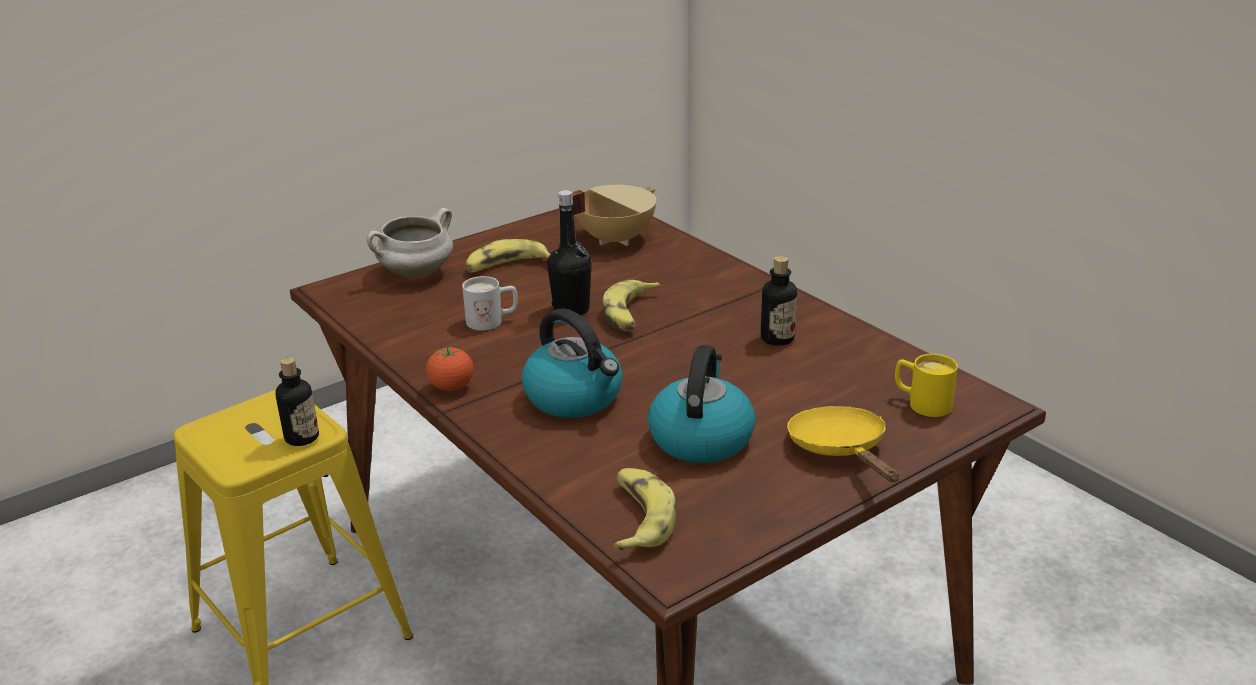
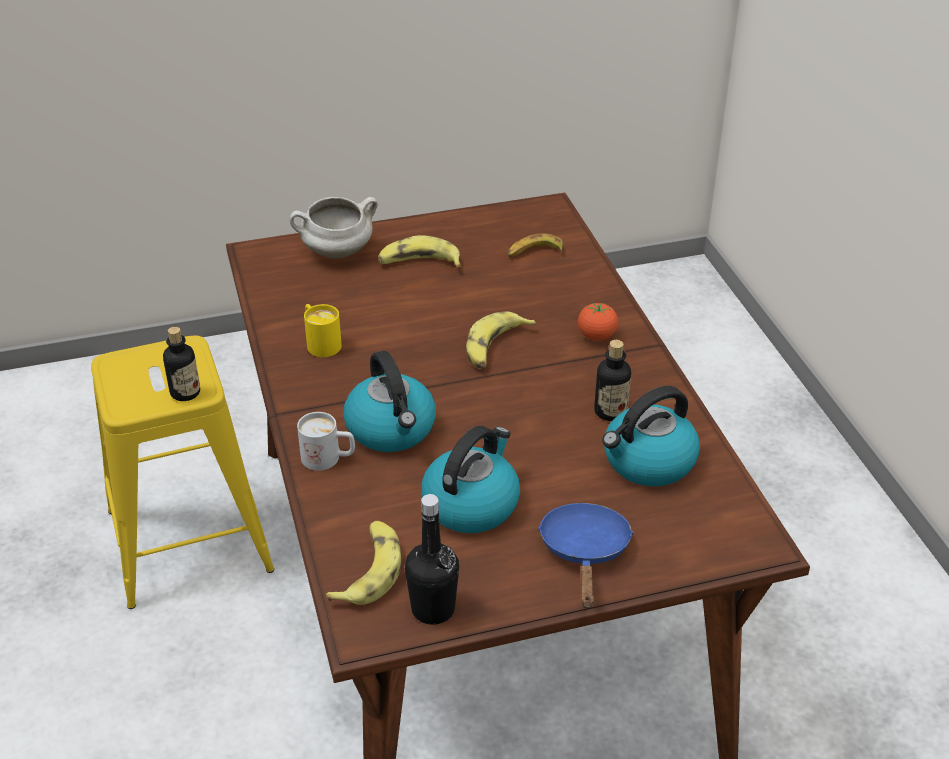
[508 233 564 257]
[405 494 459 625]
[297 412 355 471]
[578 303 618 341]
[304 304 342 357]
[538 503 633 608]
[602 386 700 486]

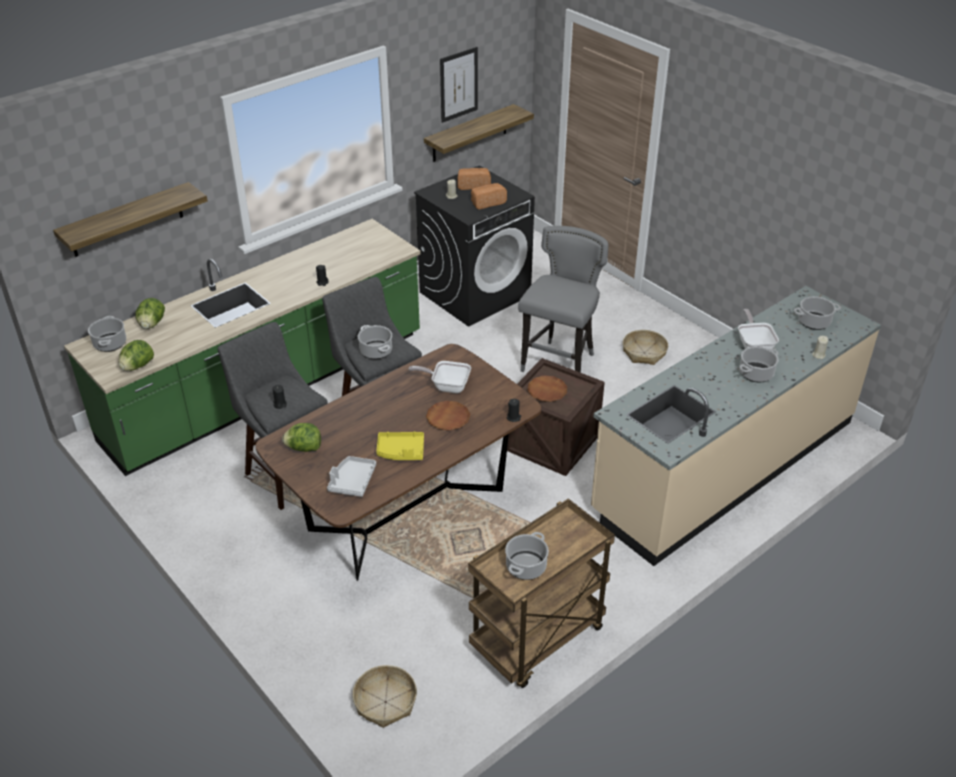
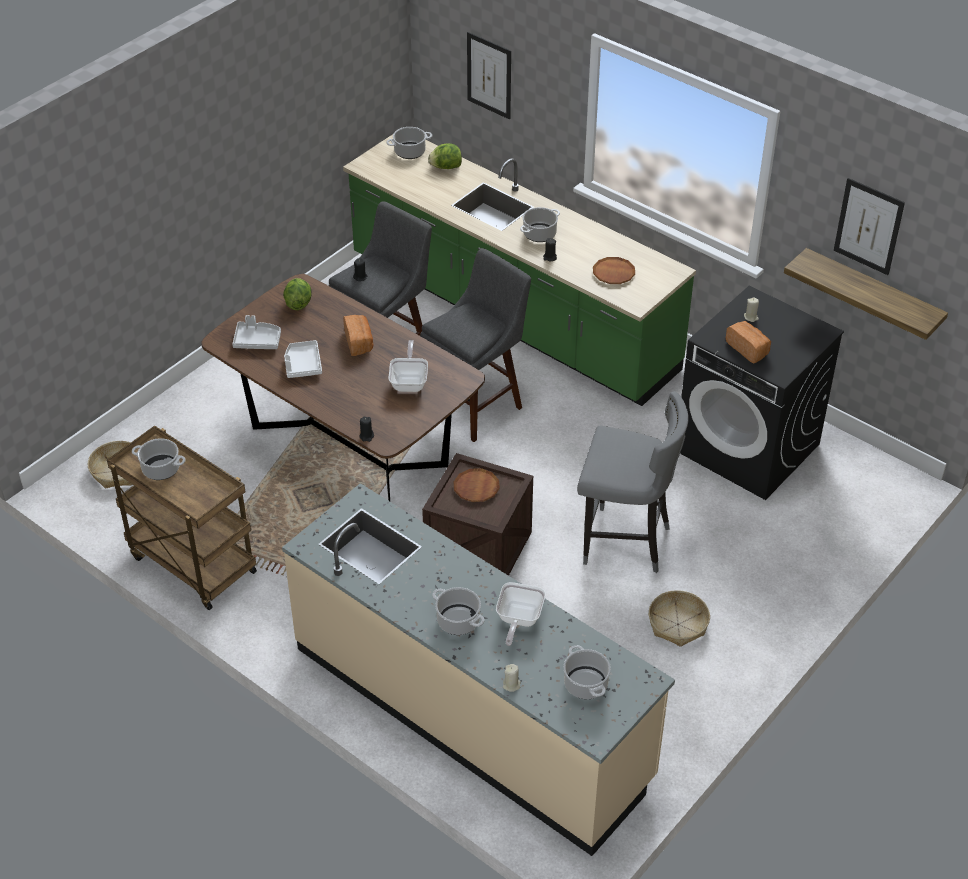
[343 315 373 356]
[467 32 511 119]
[496 582 546 646]
[520 207 560 242]
[118 340 154 371] (first image)
[593 257 635 284]
[284 340 322 378]

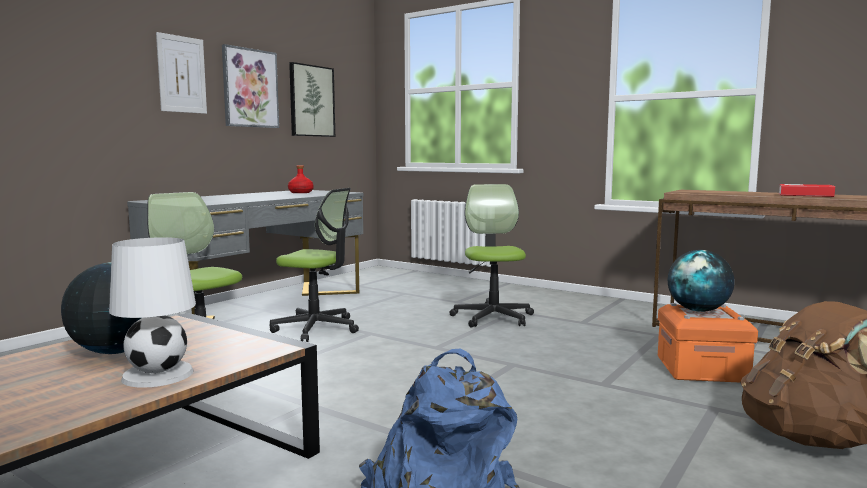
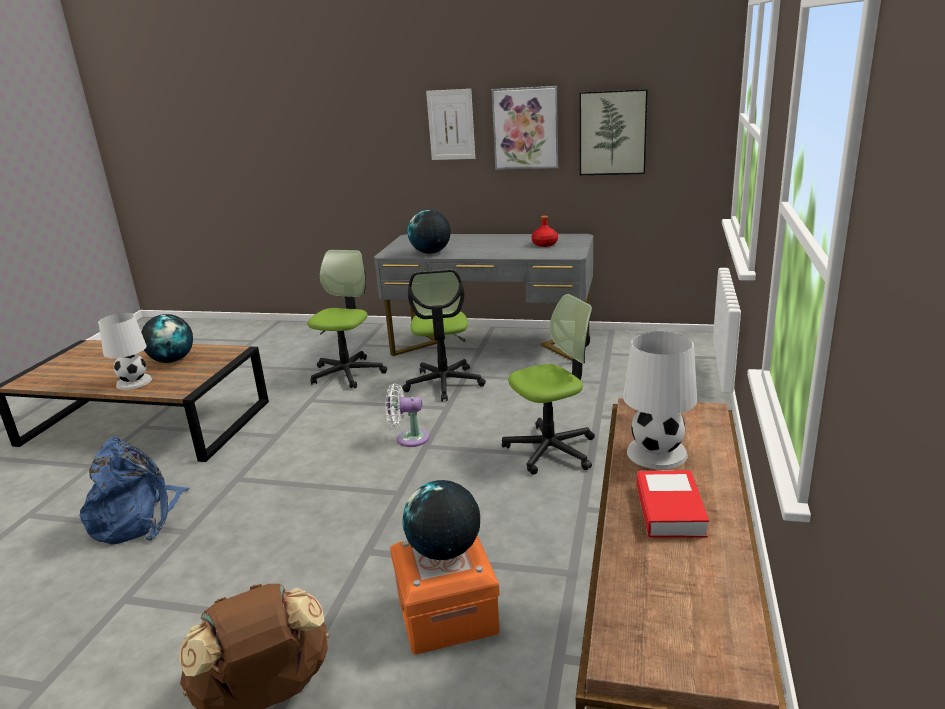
[408 210 451 254]
[623 331 697 469]
[385 383 429 447]

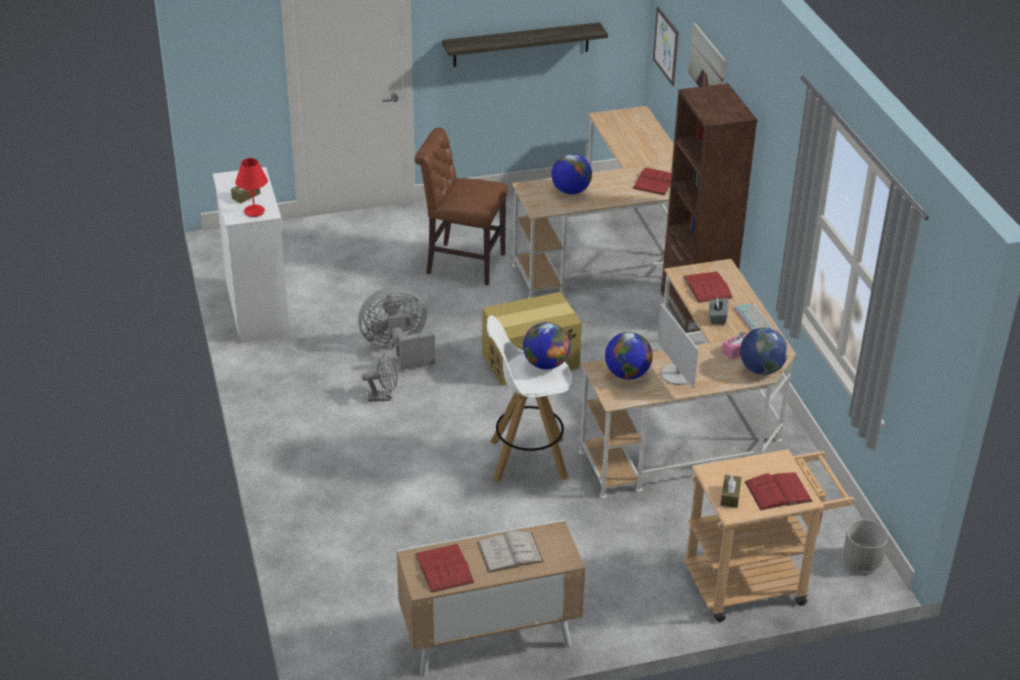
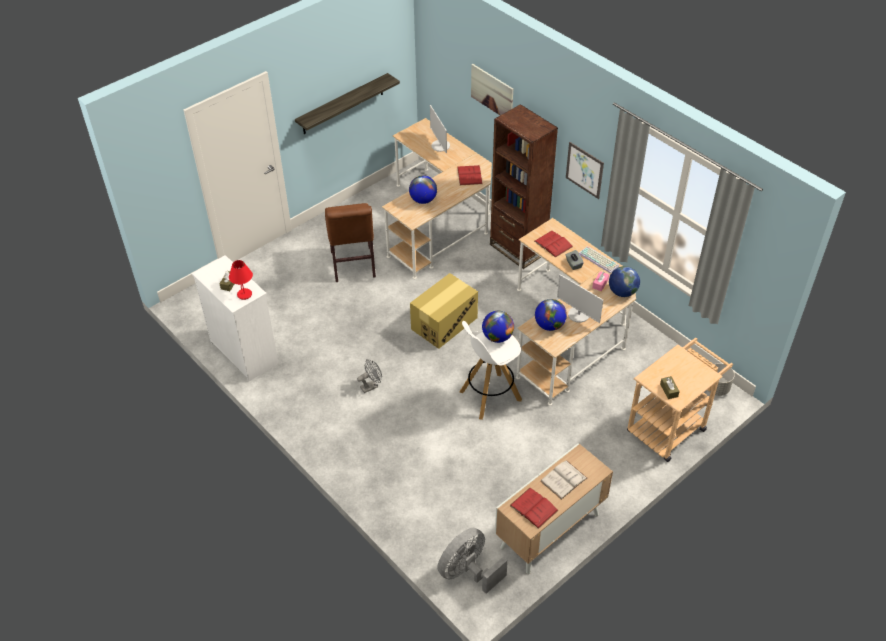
[566 142 604 199]
[325 203 376 282]
[437 528 508 594]
[745 472 813 511] (first image)
[430 105 450 153]

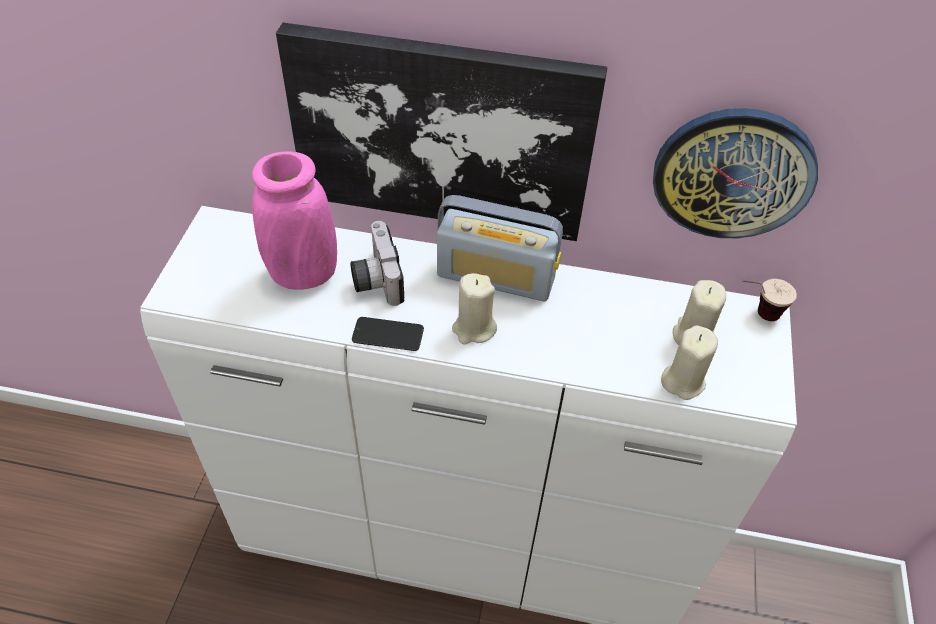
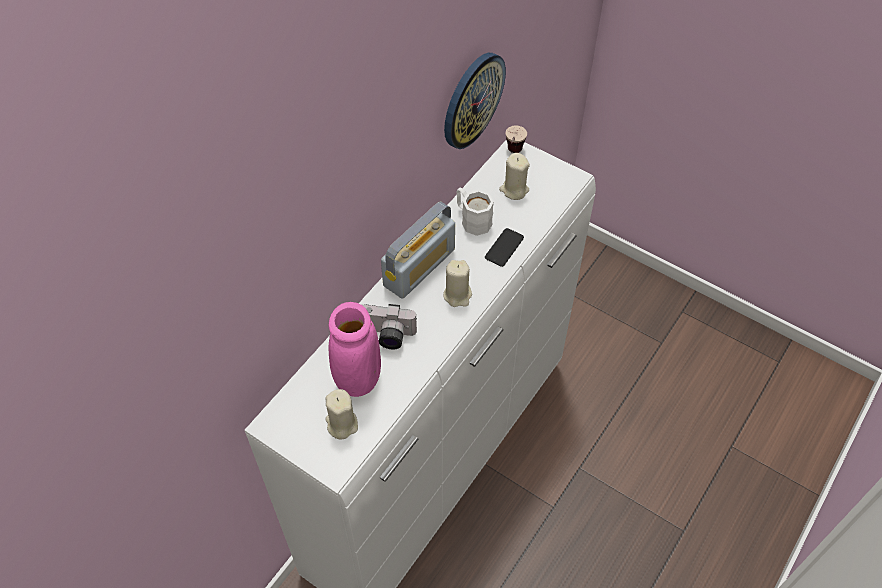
[276 23 607 241] (first image)
[485 228 524 267]
[325 389 358 439]
[457 188 494 236]

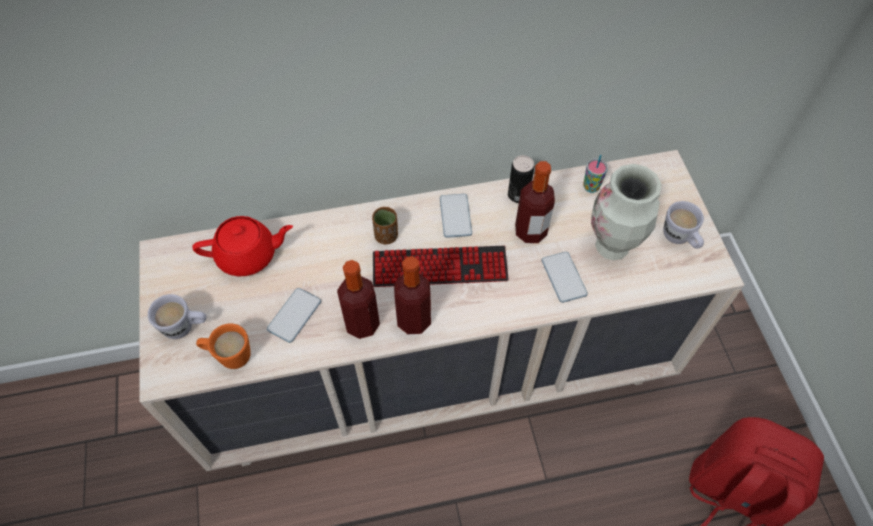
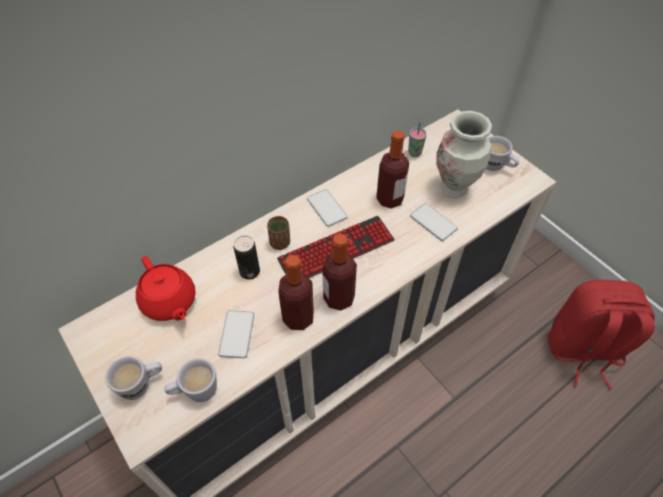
[234 235 260 280]
[136 256 196 321]
[164 358 217 402]

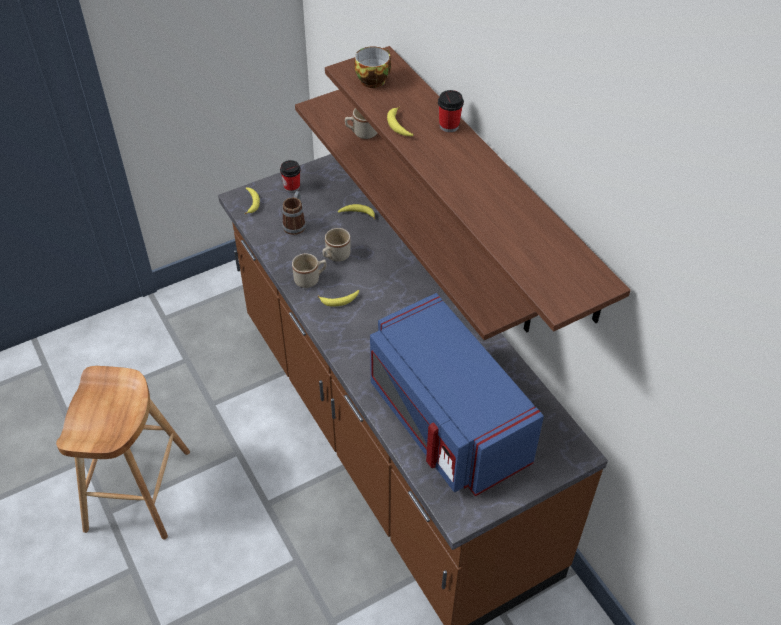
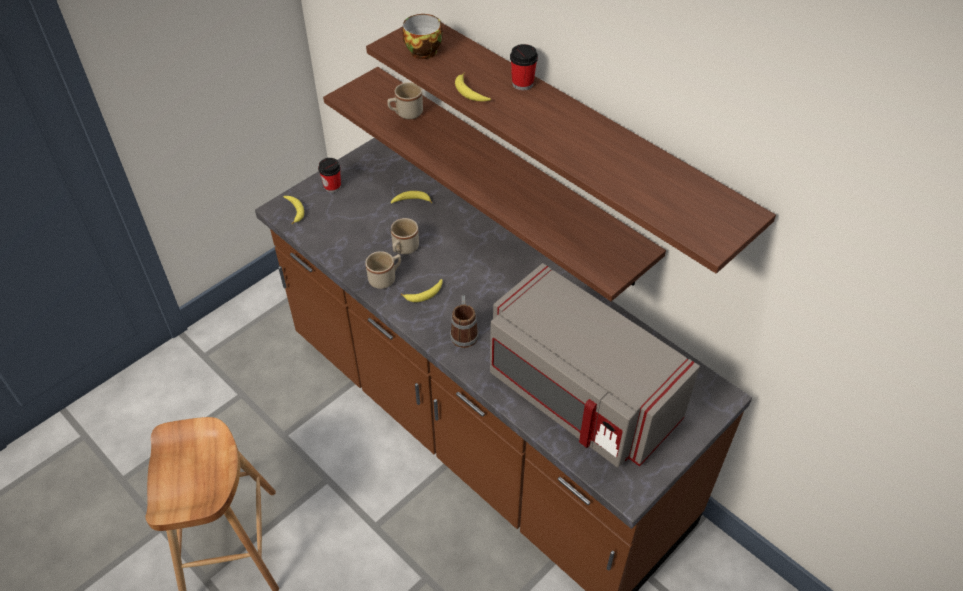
[450 295 479 348]
[490 263 700 468]

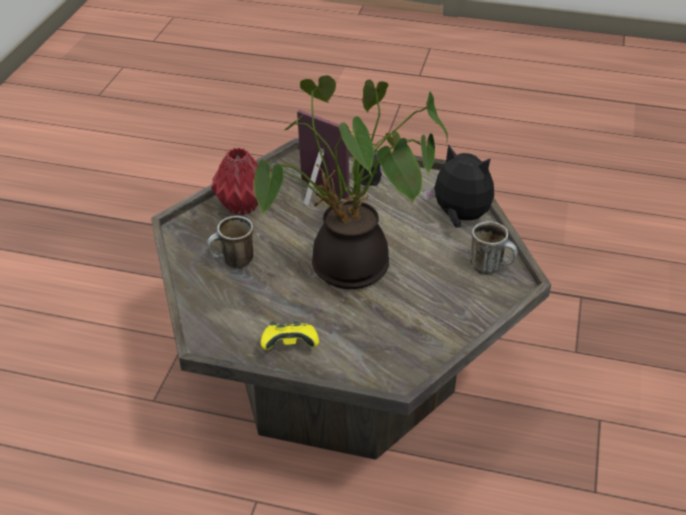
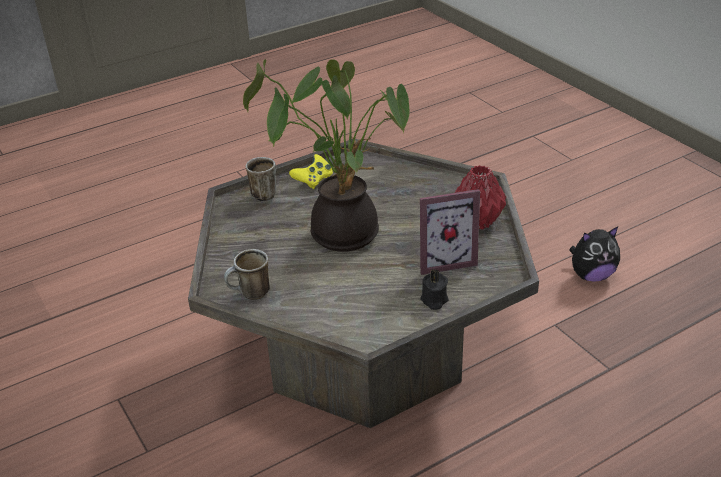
[569 227 620 282]
[246 157 276 201]

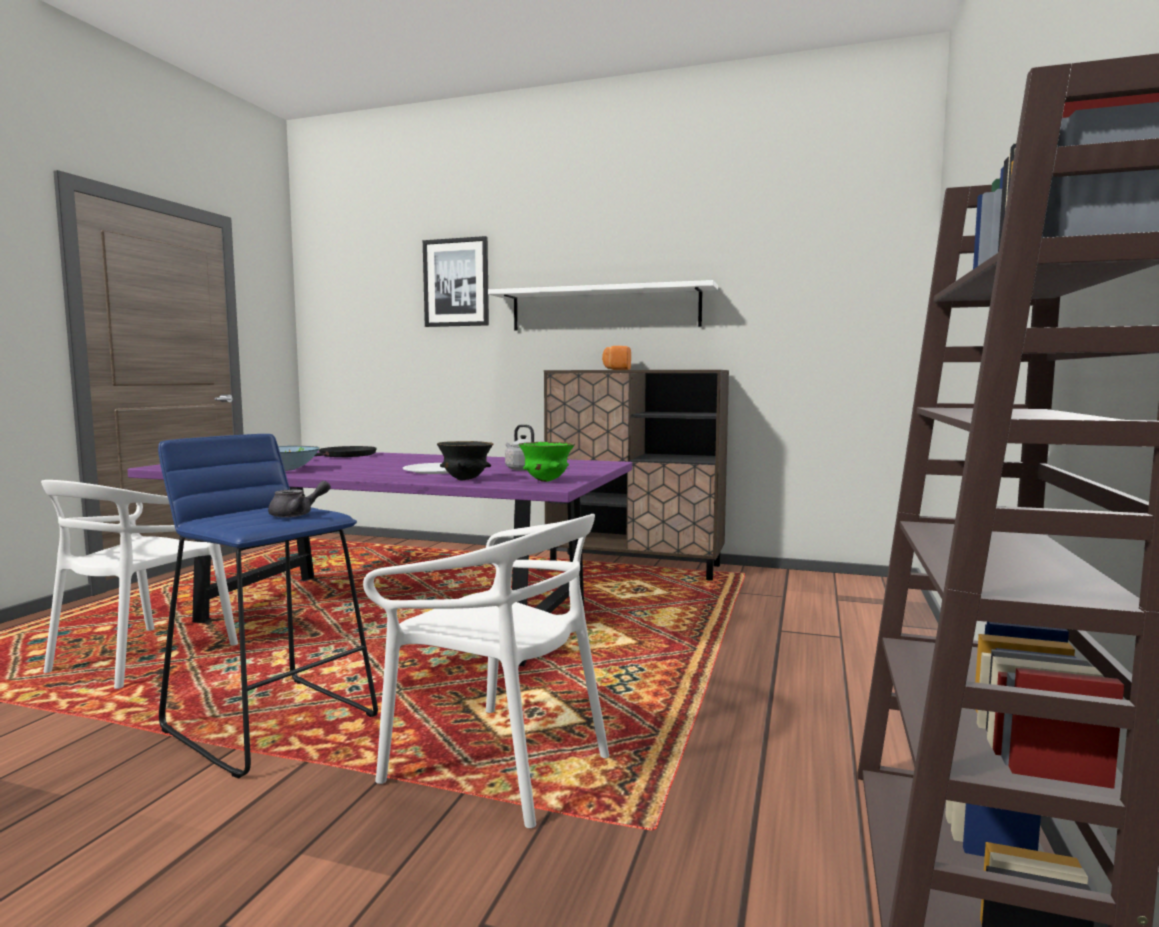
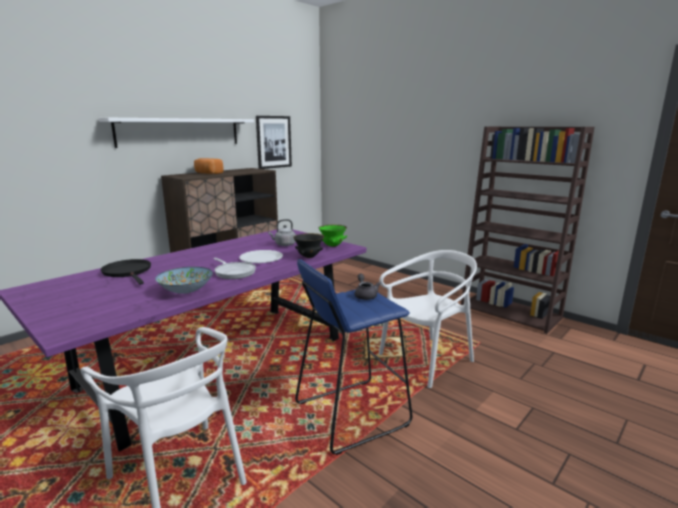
[256 116 292 169]
[213 258 256 279]

